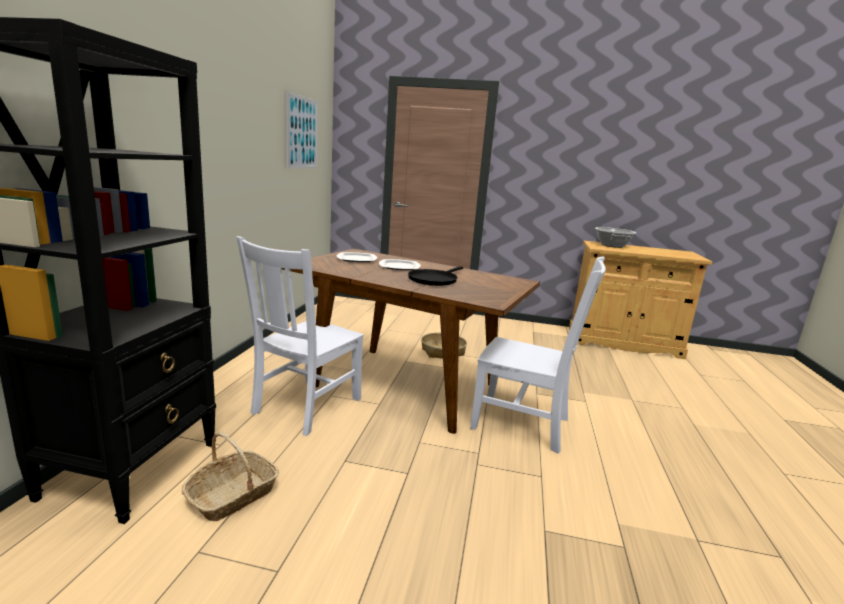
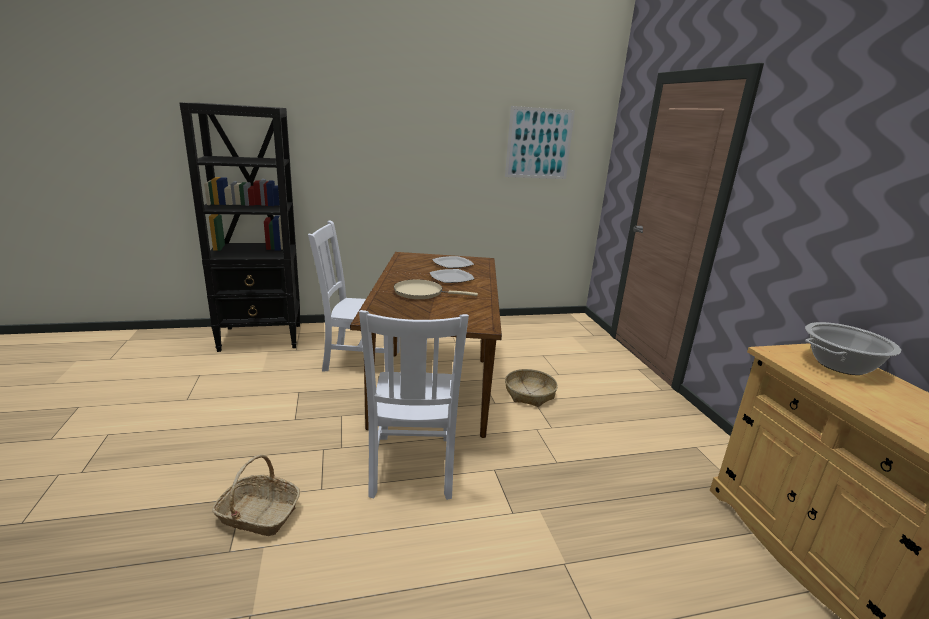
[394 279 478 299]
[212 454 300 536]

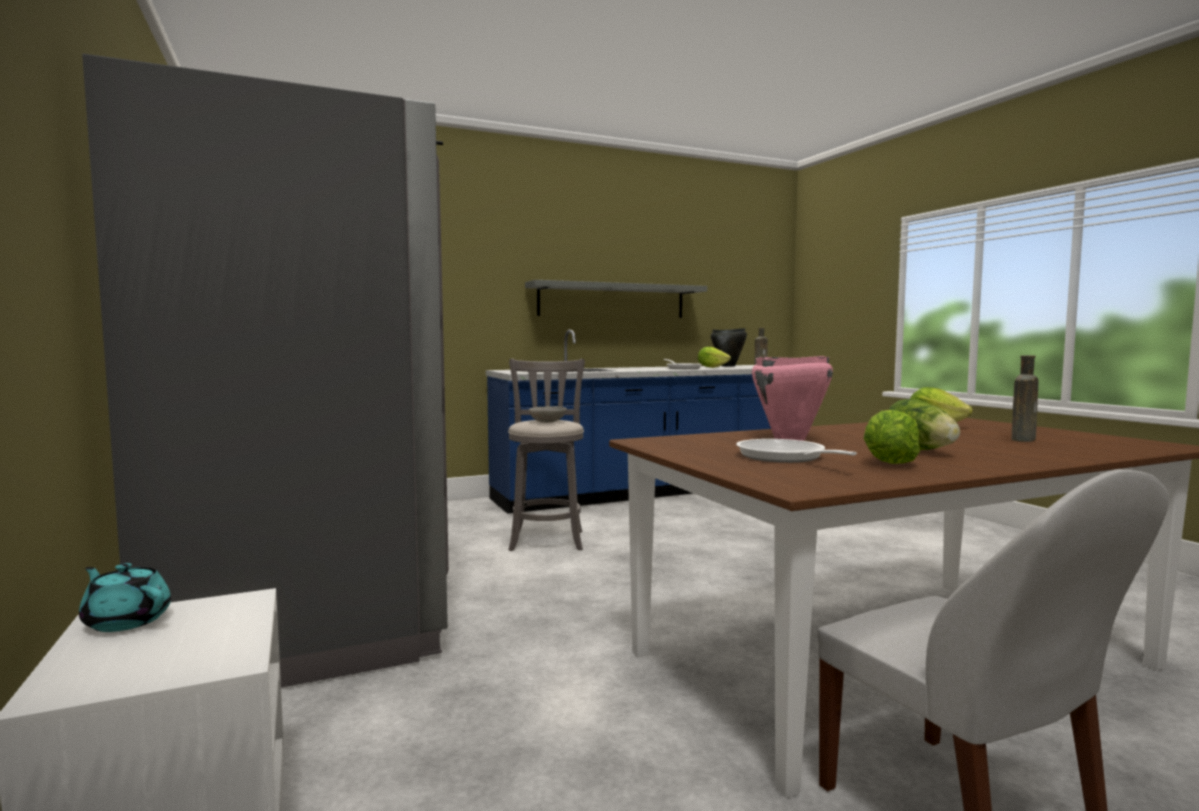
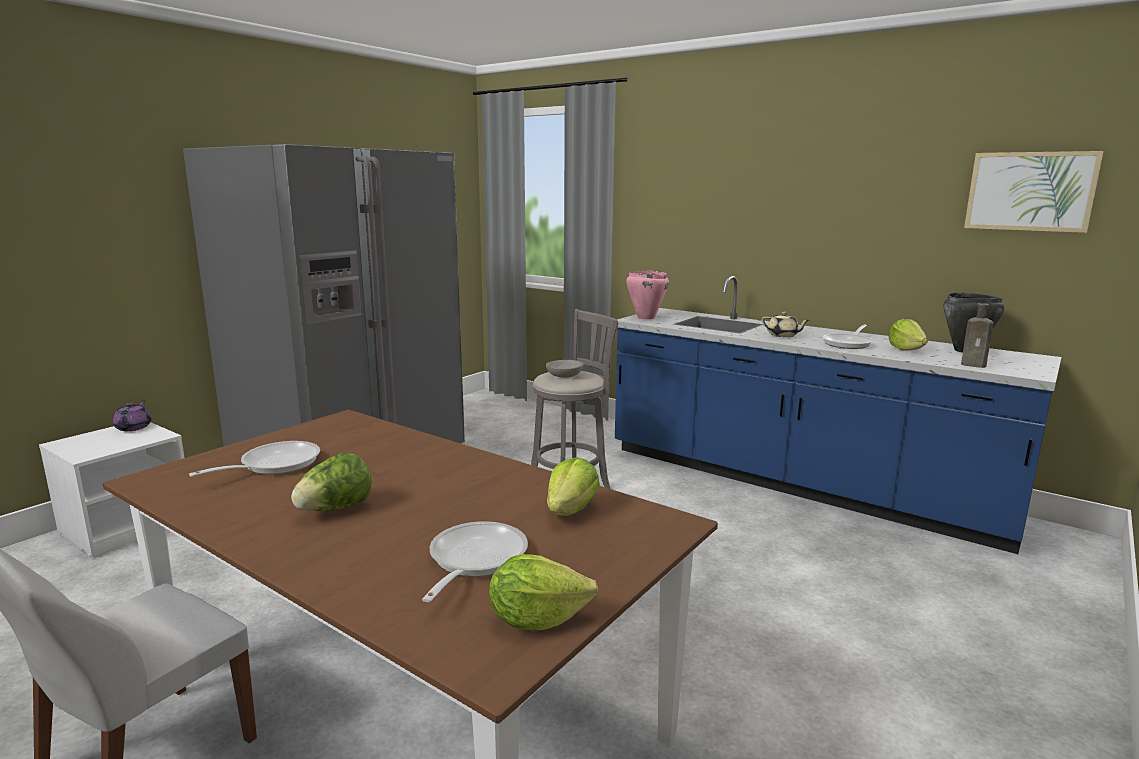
[525 280 707 318] (first image)
[422 521 528 602]
[627 271 669 320]
[489 554 598 630]
[113 400 152 431]
[964 151 1104 233]
[762 312 810 337]

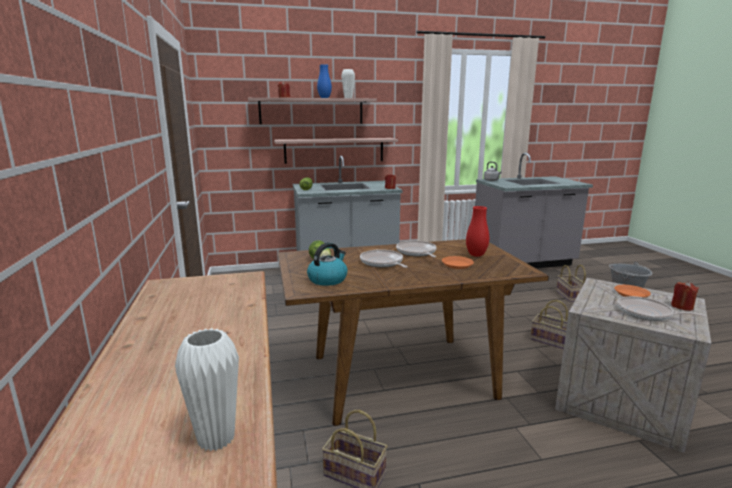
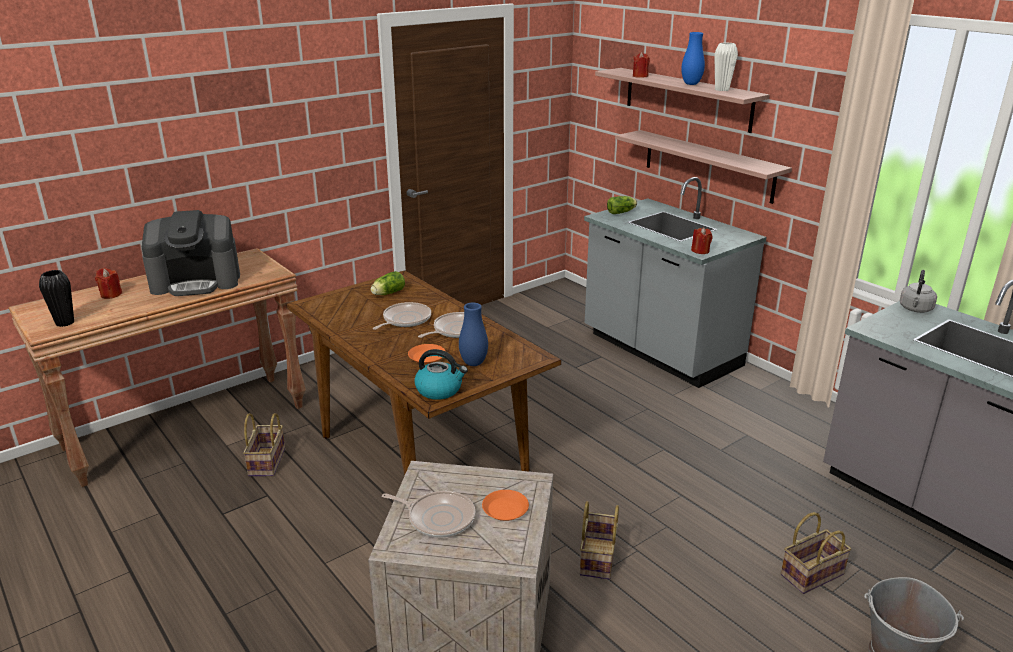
[459 303 488 366]
[414 349 468 400]
[95 268 122 299]
[382 491 475 538]
[39 270 74 327]
[142 210 240 296]

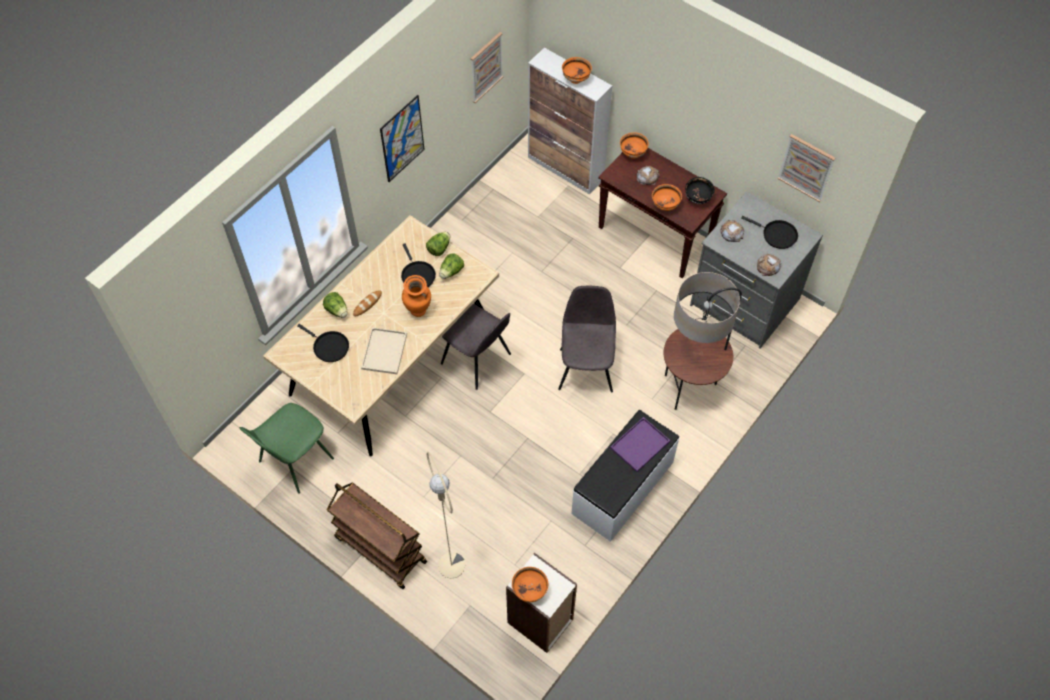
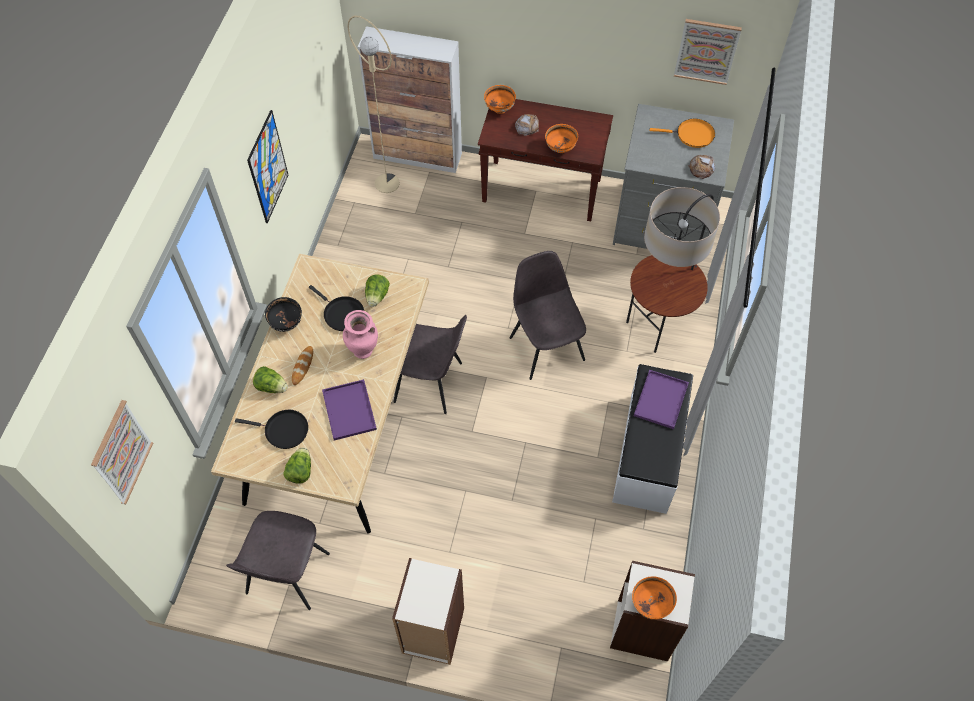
[91 400 153 505]
[562 57 592 84] (first image)
[265 297 302 332]
[650 119 715 148]
[720 220 744 242] (first image)
[283 448 311 484]
[343 310 378 359]
[322 379 377 441]
[226 511 330 610]
[347 15 400 193]
[392 558 464 665]

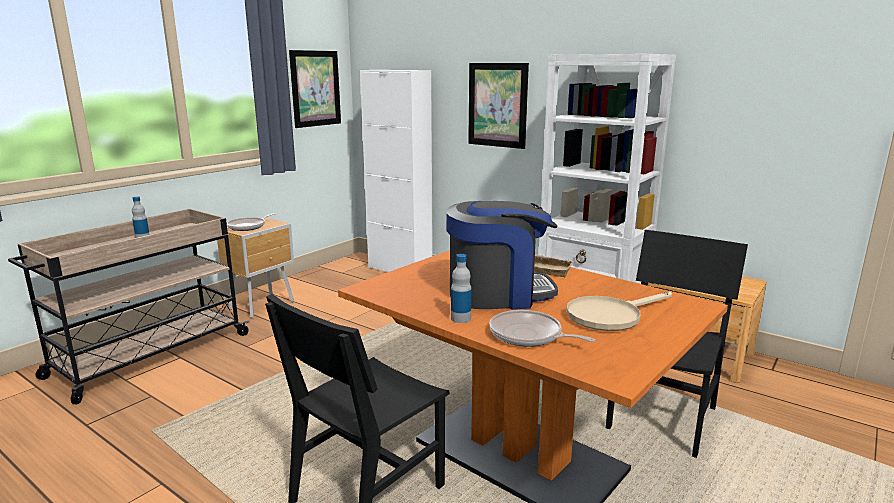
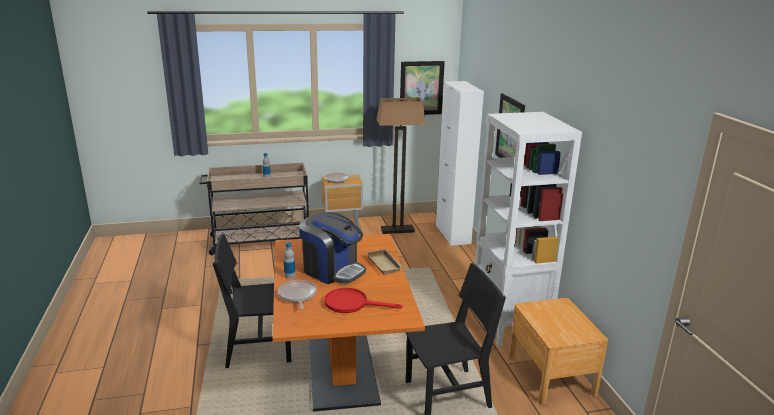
[324 288 403 313]
[377 98 426 234]

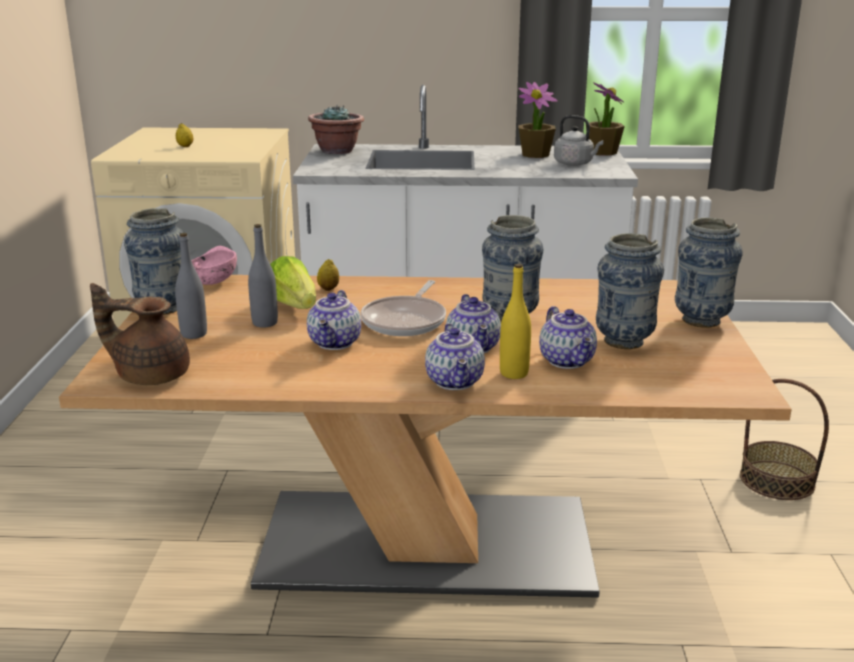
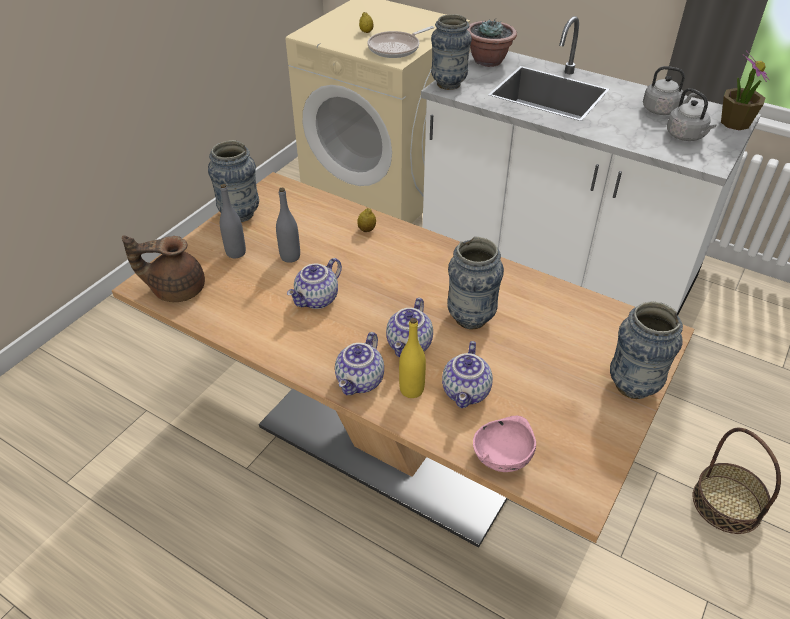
[643 66 697 115]
[431 14 472 90]
[473 416 536 472]
[270 256 316 309] (first image)
[368 26 434 58]
[122 235 205 302]

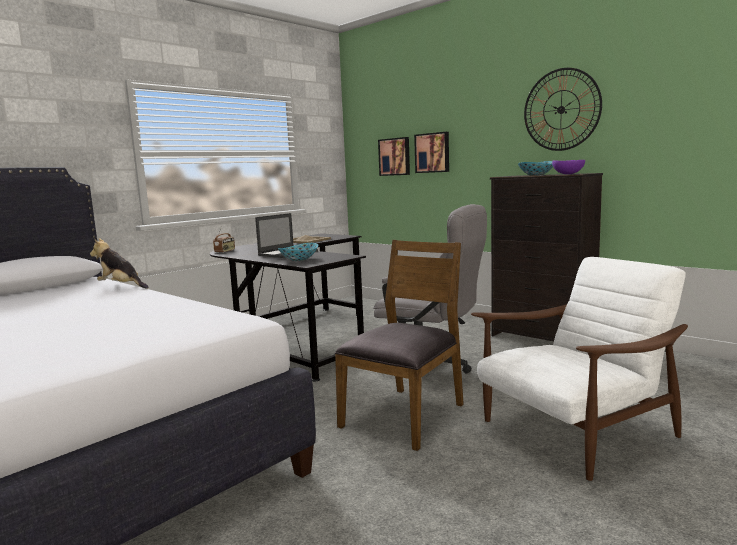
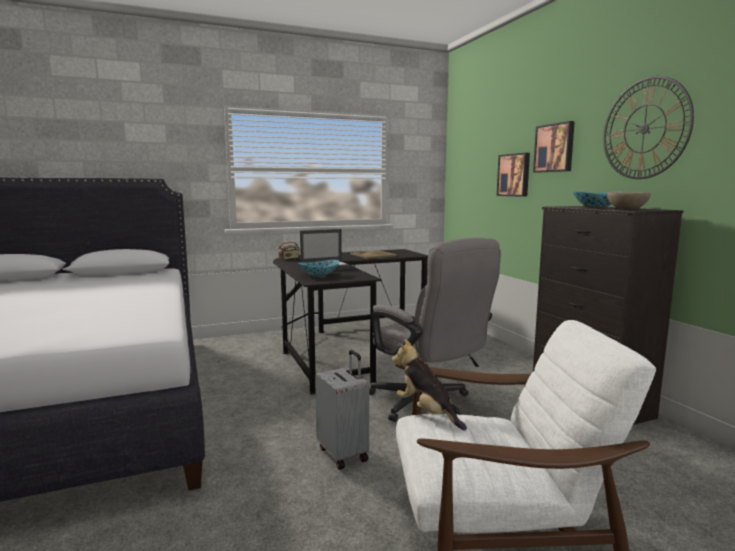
[533 121 575 173]
[607 192 651 210]
[392 339 467 431]
[315 350 369 470]

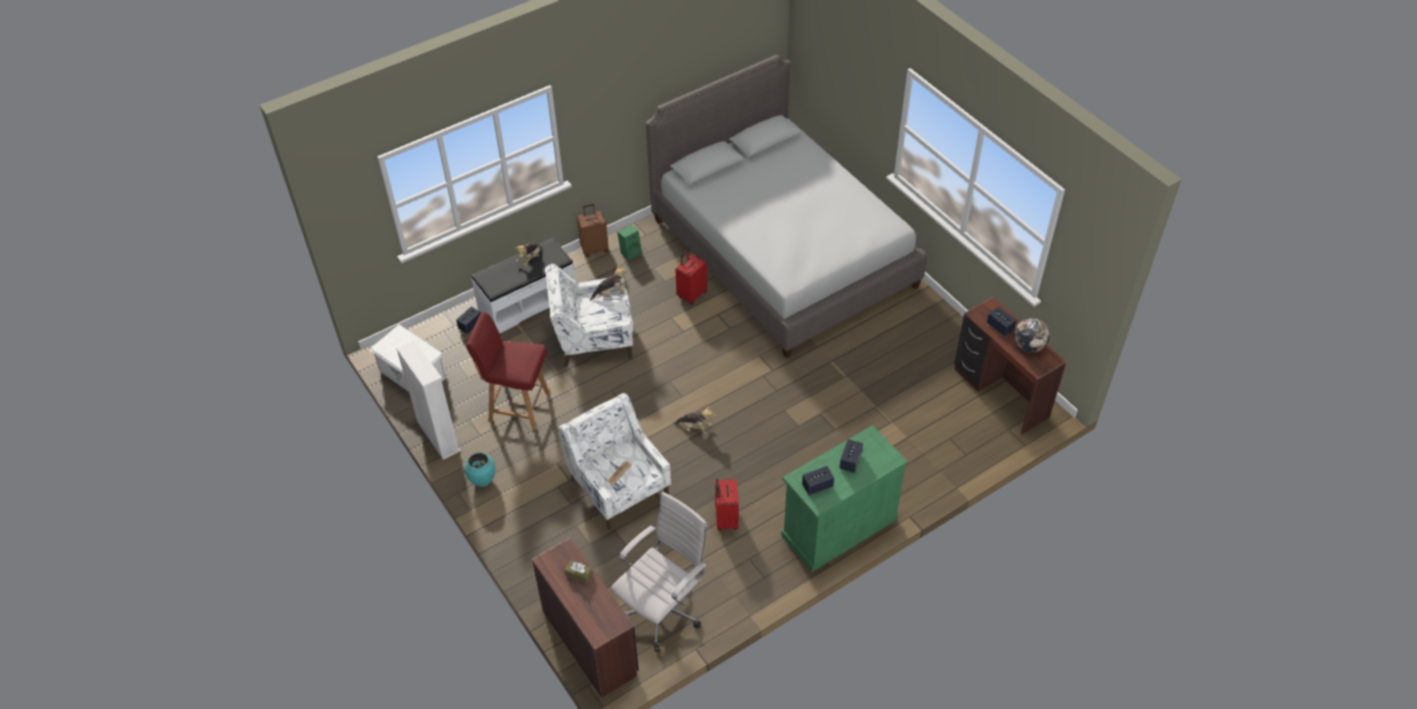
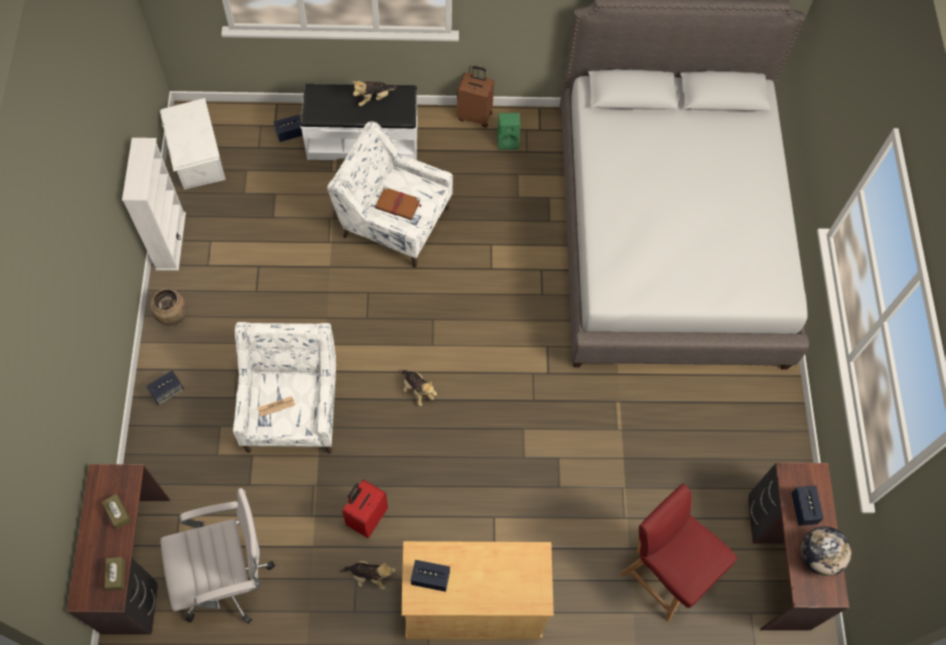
[676 250 707 305] (first image)
[340 561 396 590]
[620 483 737 622]
[401 541 554 640]
[146 371 184 405]
[150 289 187 326]
[375 187 422 220]
[104 557 125 591]

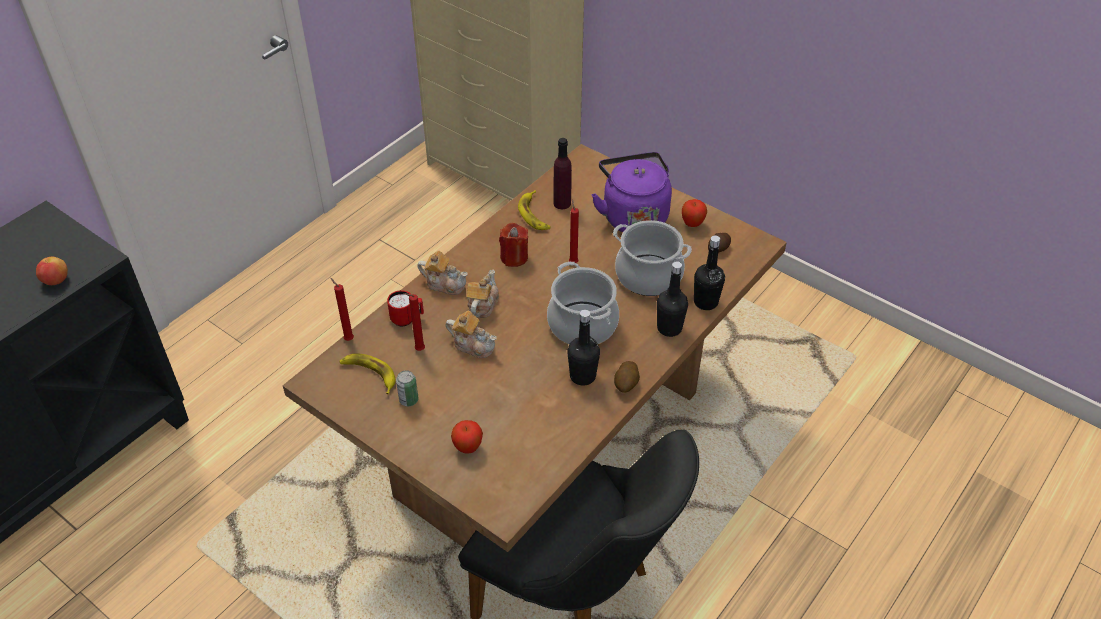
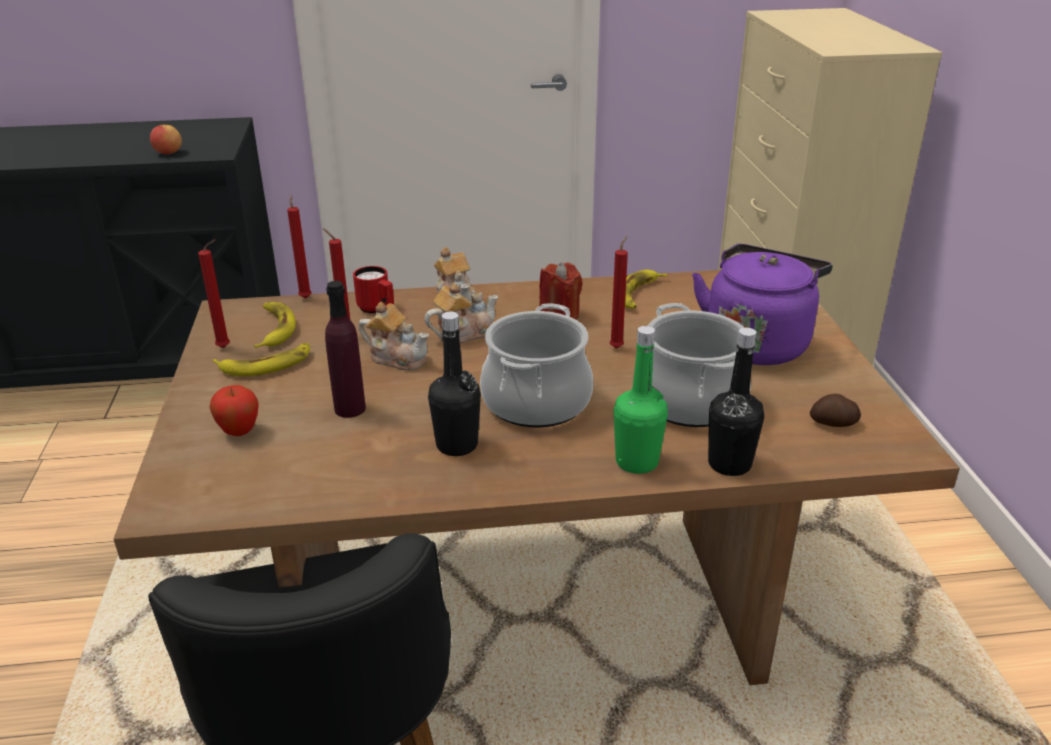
[325 281 366 418]
[682 199 707 227] (first image)
[613 326 668 474]
[359 302 429 370]
[614 361 640 393] (first image)
[212 343 310 376]
[198 239 230 348]

